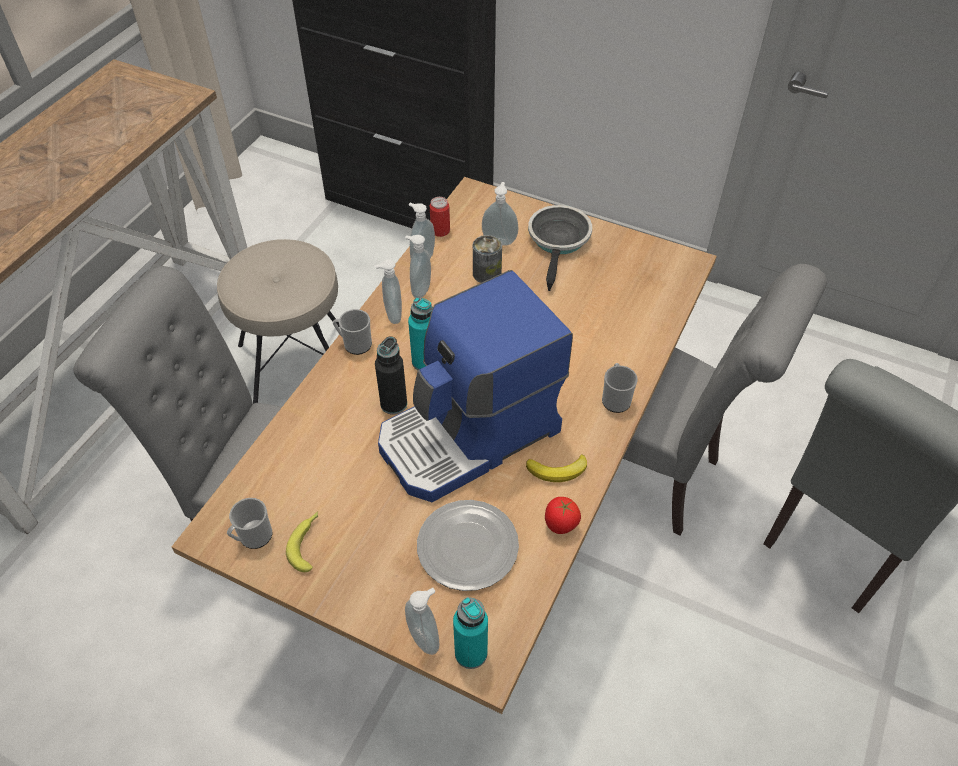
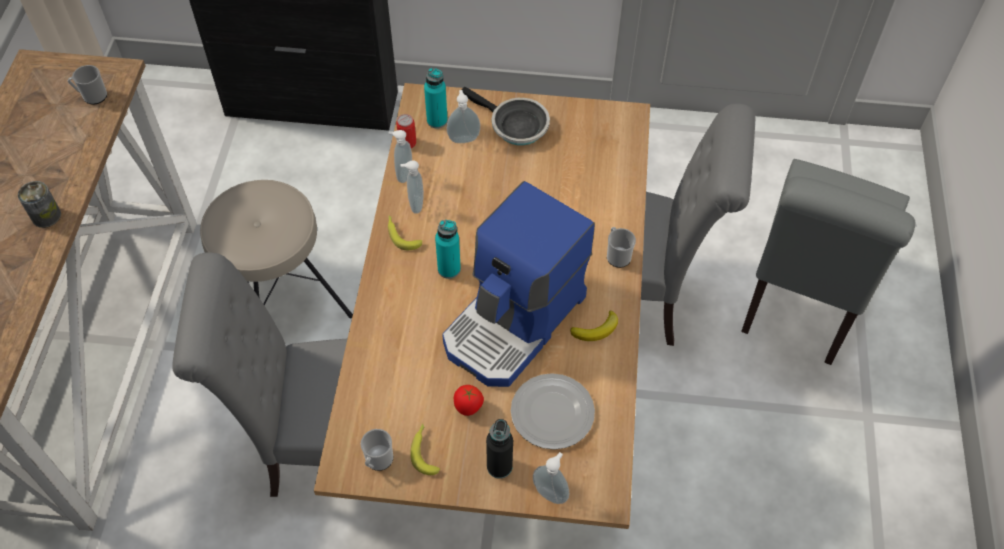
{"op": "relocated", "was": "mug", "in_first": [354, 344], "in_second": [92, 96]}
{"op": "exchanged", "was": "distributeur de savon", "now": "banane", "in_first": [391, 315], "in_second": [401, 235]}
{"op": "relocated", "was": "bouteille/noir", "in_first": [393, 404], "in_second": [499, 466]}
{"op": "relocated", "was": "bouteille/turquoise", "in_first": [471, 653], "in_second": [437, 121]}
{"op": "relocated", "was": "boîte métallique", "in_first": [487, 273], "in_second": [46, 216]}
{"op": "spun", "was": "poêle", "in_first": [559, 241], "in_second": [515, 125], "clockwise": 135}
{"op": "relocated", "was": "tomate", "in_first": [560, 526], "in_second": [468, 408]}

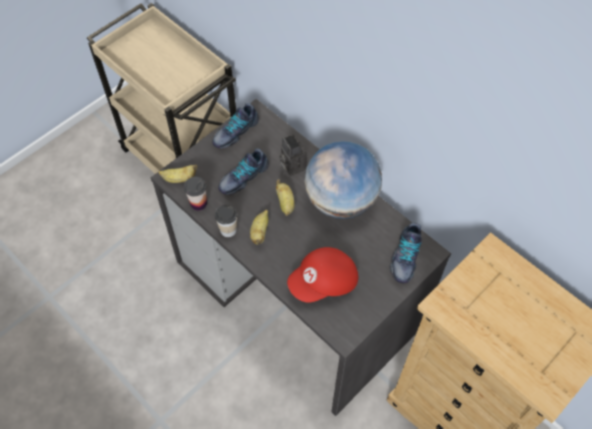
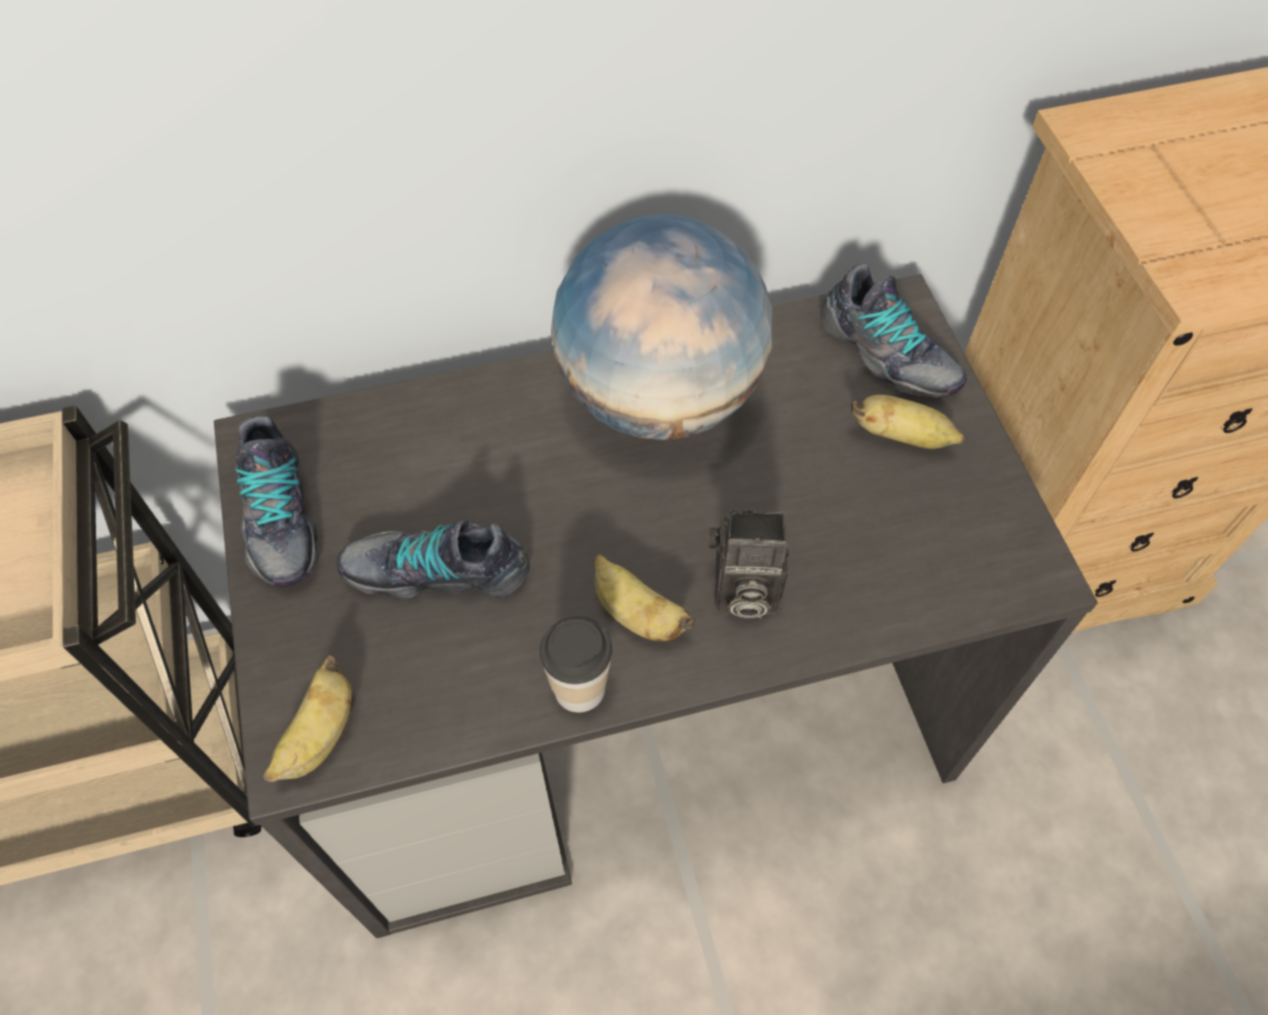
{"op": "missing", "was": "tasse", "in_first": [198, 203]}
{"op": "spun", "was": "chaussure", "in_first": [243, 177], "in_second": [437, 569], "clockwise": 105}
{"op": "relocated", "was": "banane", "in_first": [285, 204], "in_second": [902, 436]}
{"op": "relocated", "was": "appareil photo", "in_first": [291, 165], "in_second": [741, 591]}
{"op": "missing", "was": "casquette/rouge", "in_first": [324, 282]}

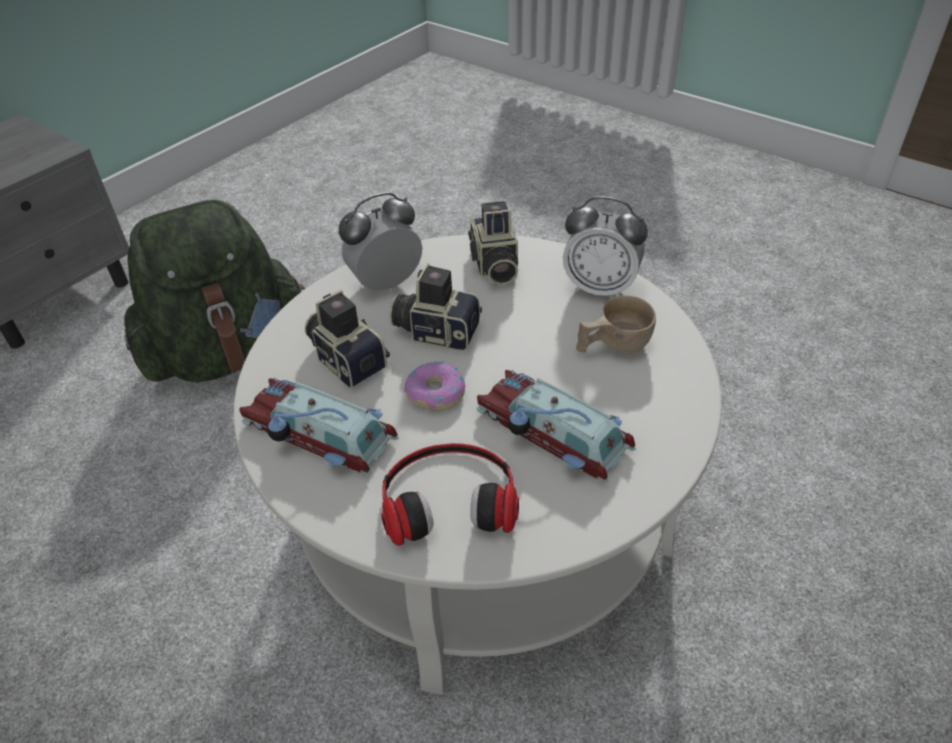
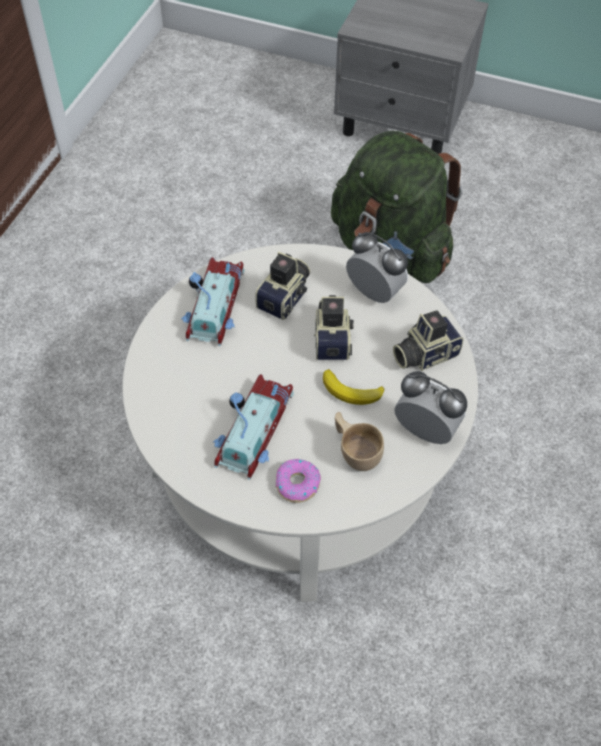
{"op": "missing", "was": "casque audio", "in_first": [448, 497]}
{"op": "relocated", "was": "beignet", "in_first": [435, 393], "in_second": [297, 484]}
{"op": "spun", "was": "réveil", "in_first": [600, 288], "in_second": [425, 431], "clockwise": 120}
{"op": "appeared", "now": "banane", "in_second": [351, 392]}

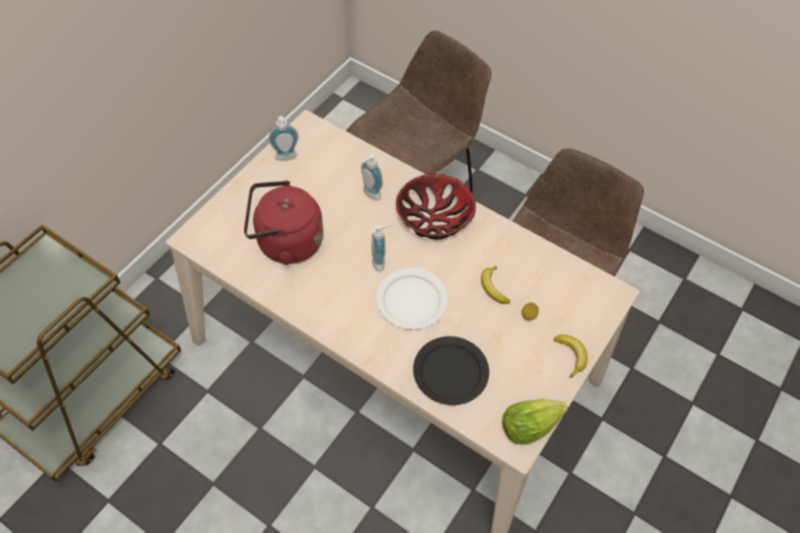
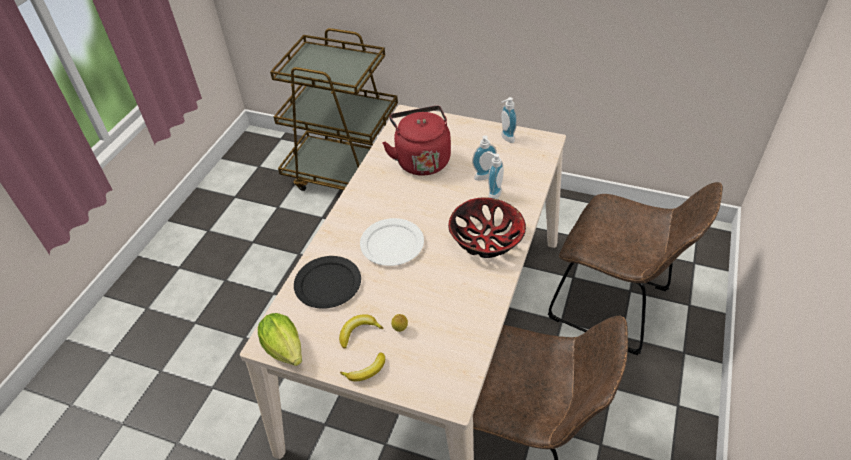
{"op": "relocated", "was": "distributeur de savon", "in_first": [381, 262], "in_second": [485, 178]}
{"op": "relocated", "was": "banane", "in_first": [493, 288], "in_second": [358, 332]}

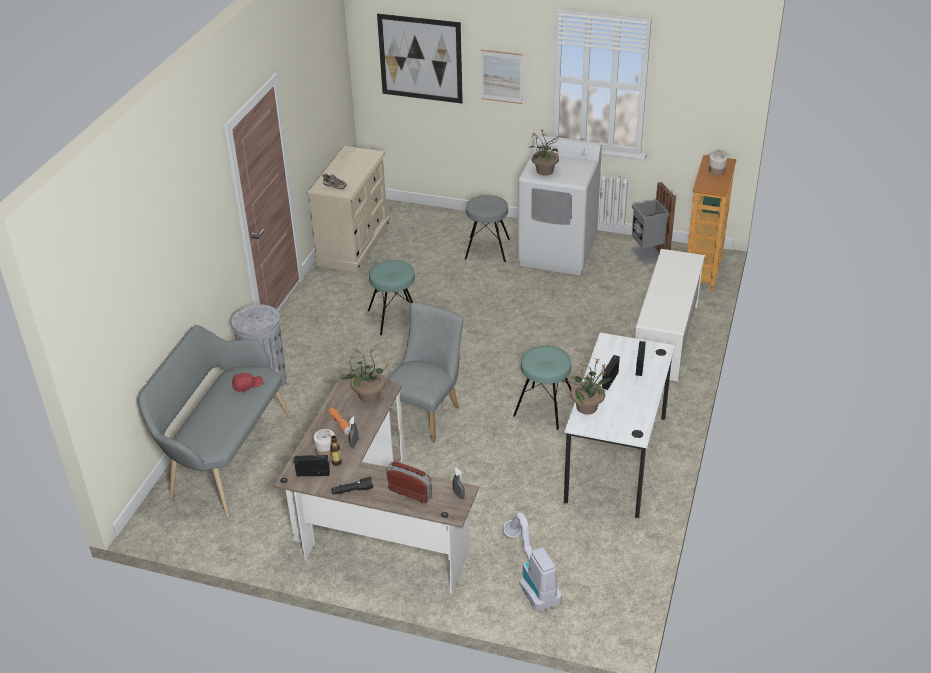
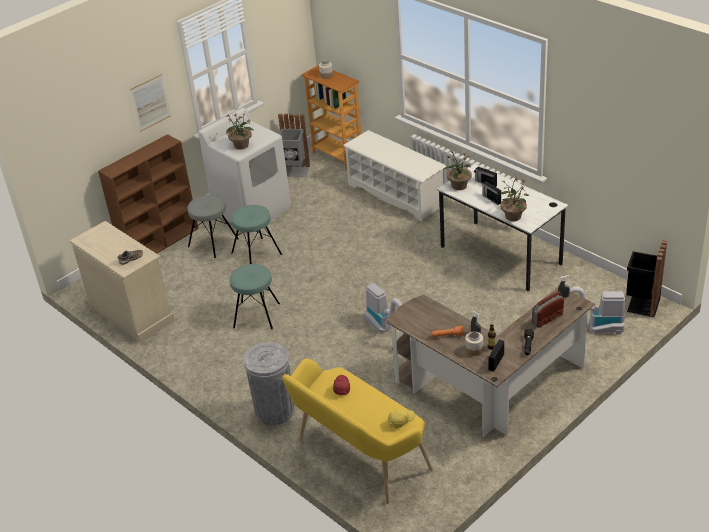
{"op": "colour", "was": "banc/gris", "now": "banc/jaune", "in_first": [225, 457], "in_second": [358, 457]}
{"op": "relocated", "was": "plante en pot", "in_first": [368, 396], "in_second": [459, 186]}
{"op": "missing", "was": "tableau", "in_first": [420, 58]}
{"op": "exchanged", "was": "chaise/gris", "now": "aspirateur", "in_first": [426, 413], "in_second": [388, 329]}
{"op": "relocated", "was": "tabouret/turquoise", "in_first": [544, 408], "in_second": [256, 253]}
{"op": "appeared", "now": "bibliothèque/marron", "in_second": [160, 243]}
{"op": "appeared", "now": "casquette/jaune", "in_second": [400, 420]}
{"op": "appeared", "now": "poubelle/noir", "in_second": [641, 304]}

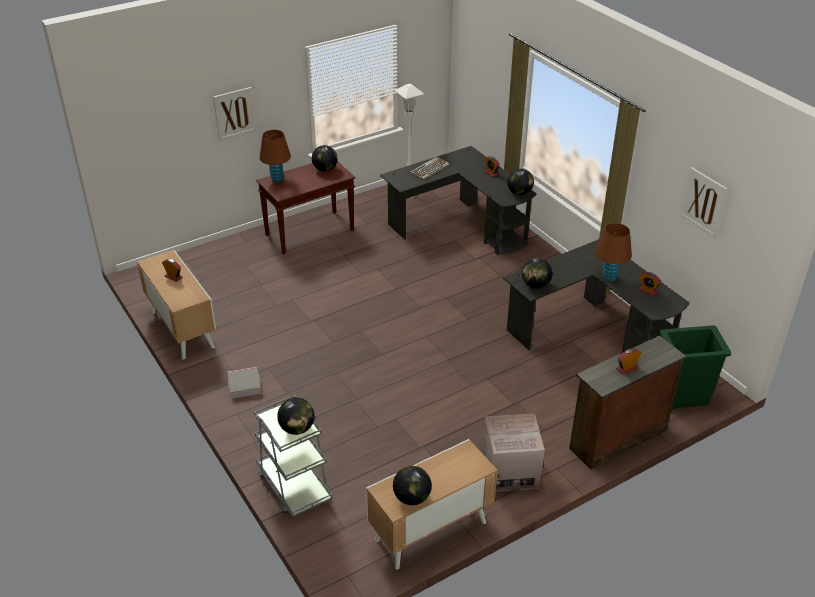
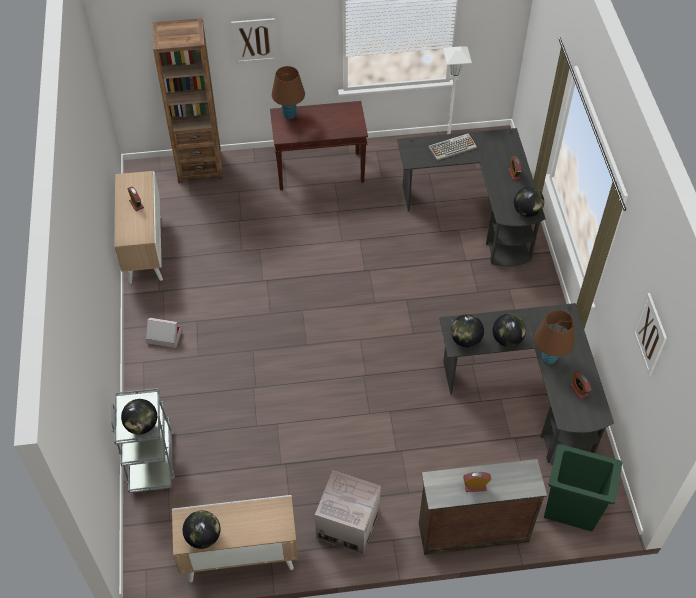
{"op": "relocated", "was": "globe", "in_first": [325, 169], "in_second": [507, 339]}
{"op": "appeared", "now": "bibliothèque/marron", "in_second": [200, 167]}

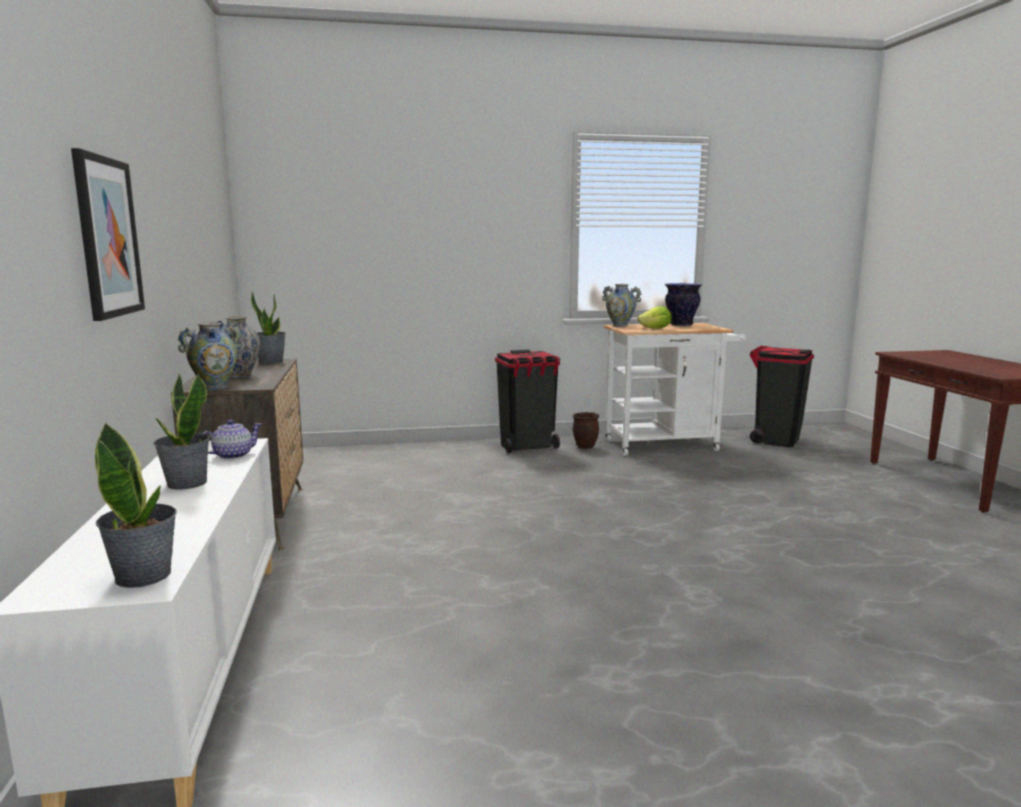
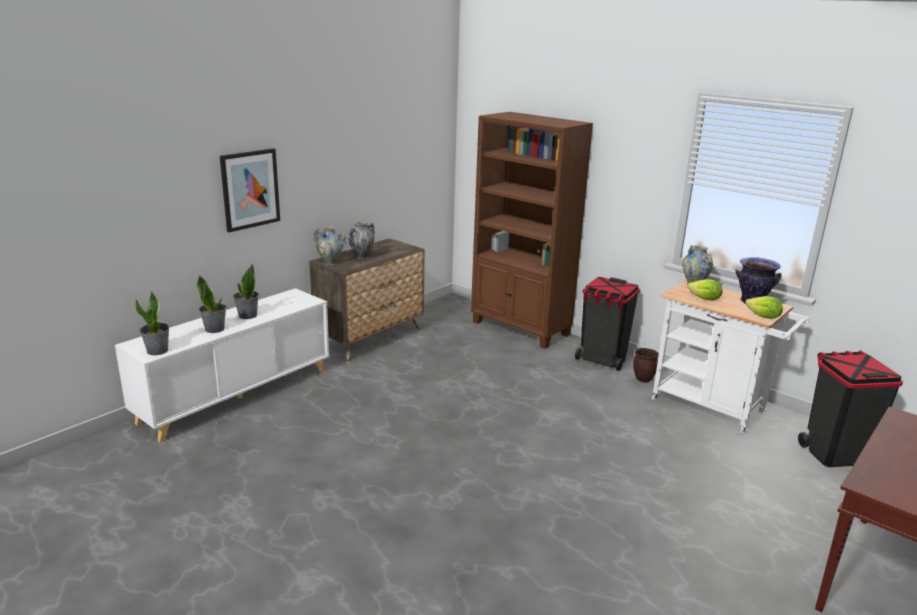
{"op": "missing", "was": "théière", "in_first": [232, 455]}
{"op": "relocated", "was": "plante en pot", "in_first": [271, 362], "in_second": [215, 329]}
{"op": "appeared", "now": "bibliothèque/marron", "in_second": [520, 329]}
{"op": "appeared", "now": "laitue", "in_second": [763, 317]}

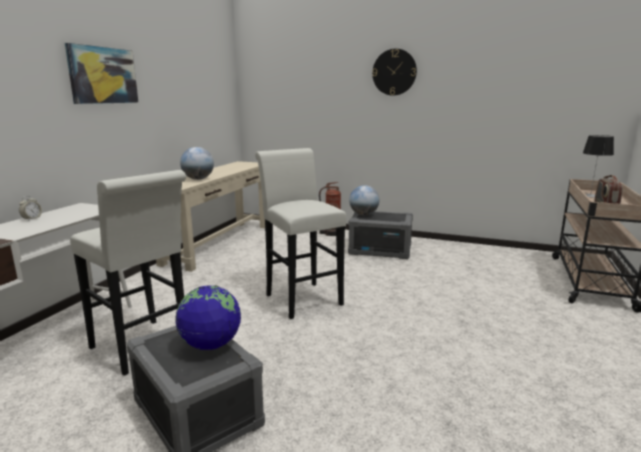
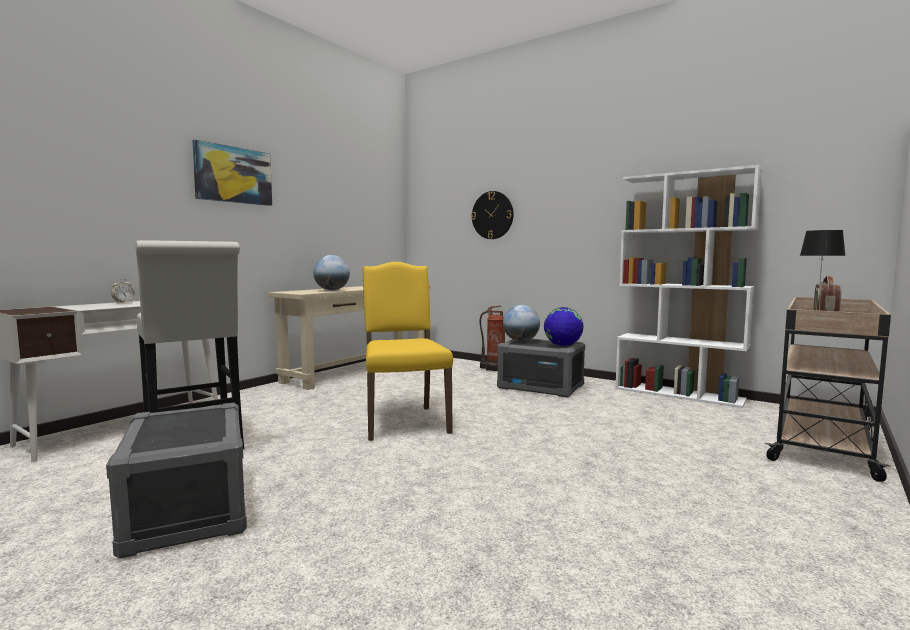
{"op": "relocated", "was": "globe", "in_first": [210, 345], "in_second": [562, 345]}
{"op": "exchanged", "was": "tabouret/blanc", "now": "chaise/jaune", "in_first": [301, 297], "in_second": [403, 421]}
{"op": "relocated", "was": "horloge murale", "in_first": [394, 72], "in_second": [492, 215]}
{"op": "appeared", "now": "bibliothèque/blanc", "in_second": [679, 394]}

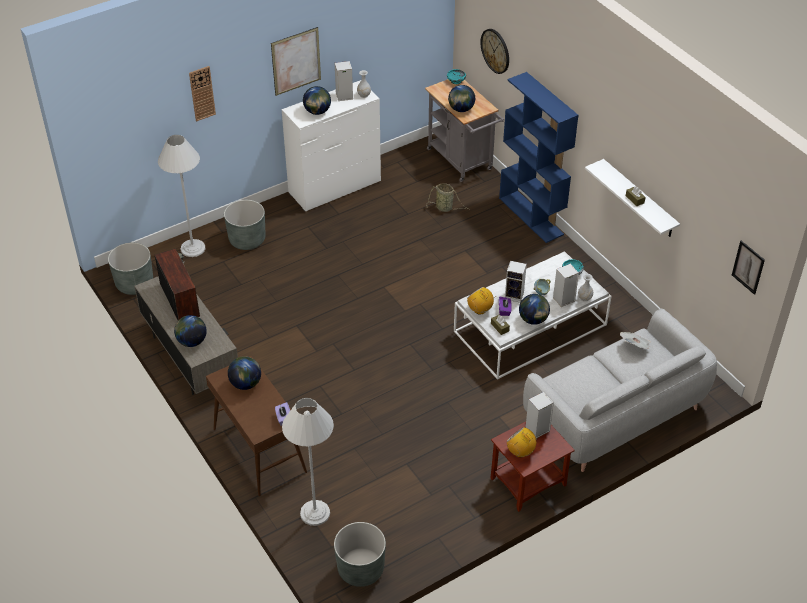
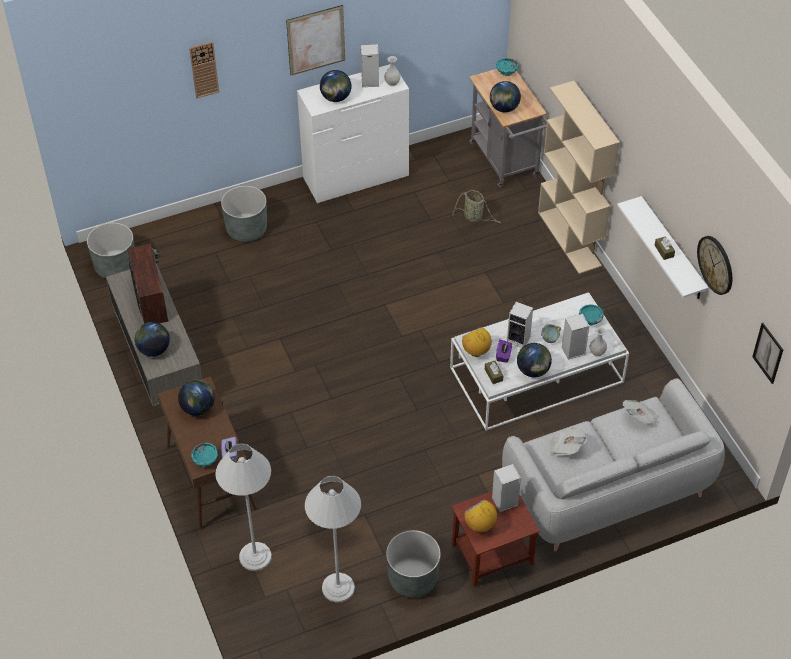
{"op": "relocated", "was": "lampadaire/blanc", "in_first": [192, 248], "in_second": [338, 587]}
{"op": "relocated", "was": "cache-pot/gris", "in_first": [360, 569], "in_second": [413, 578]}
{"op": "relocated", "was": "horloge murale", "in_first": [495, 51], "in_second": [716, 264]}
{"op": "colour", "was": "bibliothèque/bleu", "now": "bibliothèque/beige", "in_first": [531, 216], "in_second": [570, 239]}
{"op": "appeared", "now": "bol/turquoise", "in_second": [205, 460]}
{"op": "appeared", "now": "journal", "in_second": [565, 447]}

